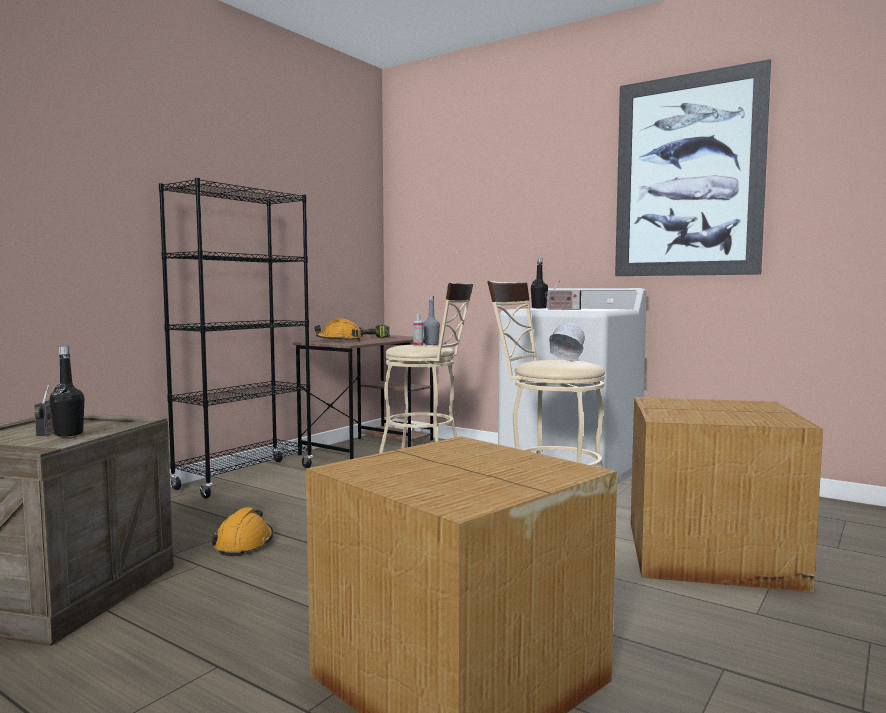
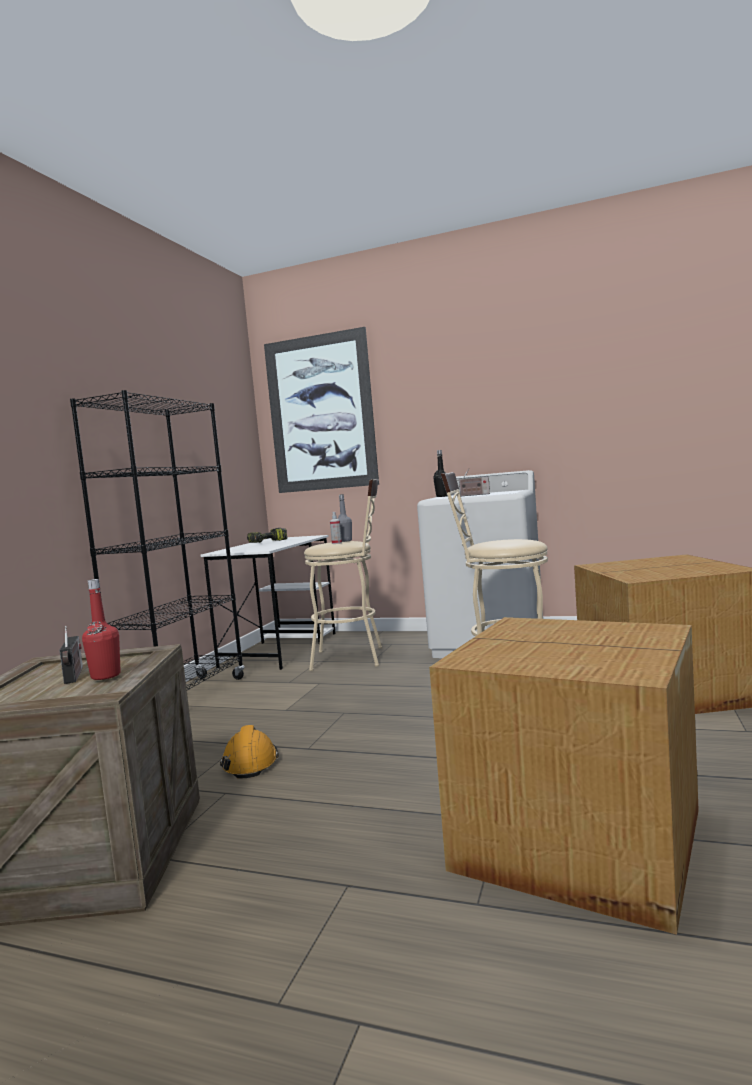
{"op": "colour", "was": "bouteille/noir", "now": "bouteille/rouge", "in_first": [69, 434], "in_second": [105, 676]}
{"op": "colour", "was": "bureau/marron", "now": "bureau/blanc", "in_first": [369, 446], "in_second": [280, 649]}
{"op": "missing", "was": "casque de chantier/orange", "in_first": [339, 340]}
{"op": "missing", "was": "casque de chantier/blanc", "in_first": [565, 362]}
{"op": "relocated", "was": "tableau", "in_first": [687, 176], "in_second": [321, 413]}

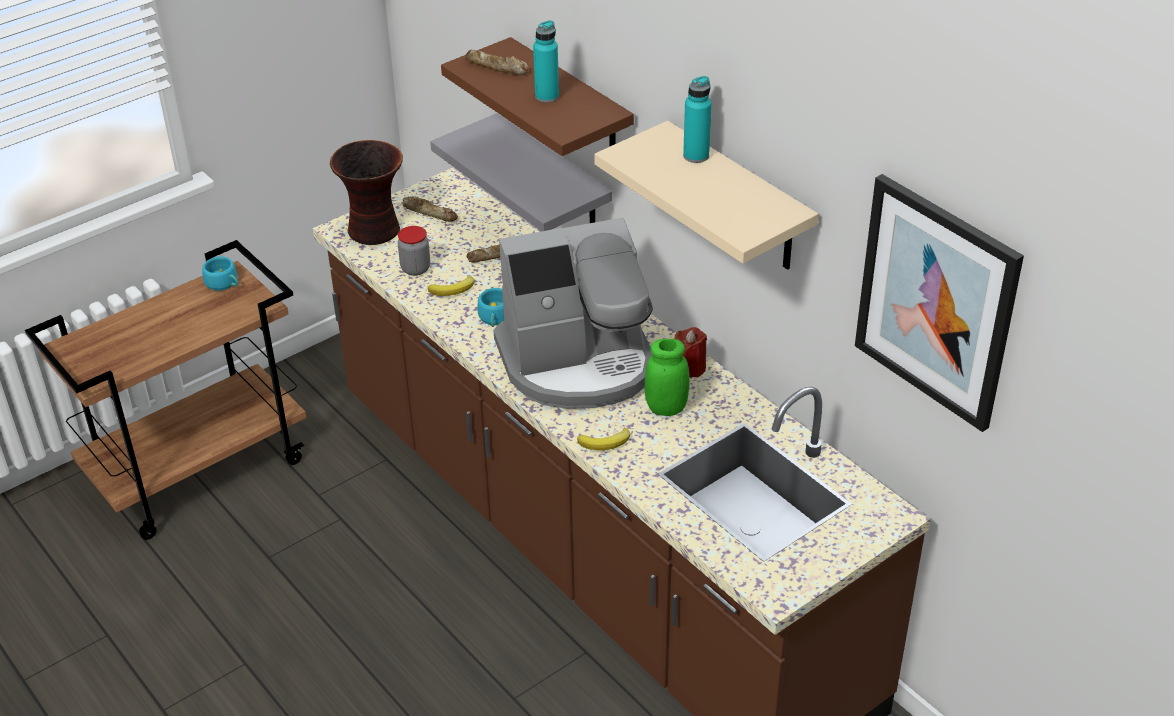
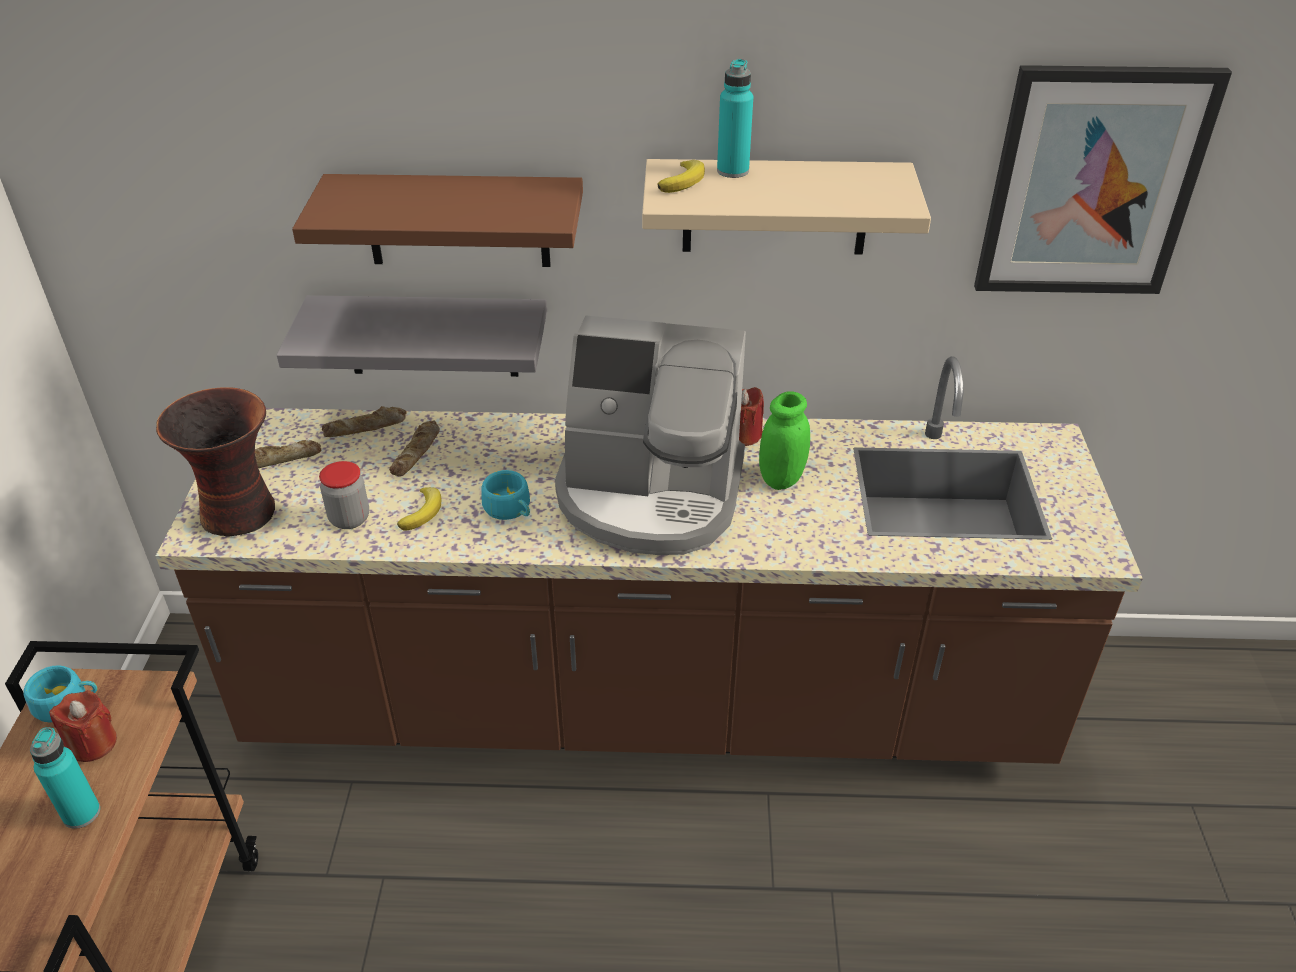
{"op": "relocated", "was": "pain", "in_first": [497, 67], "in_second": [366, 428]}
{"op": "spun", "was": "machine à café", "in_first": [578, 363], "in_second": [650, 495], "clockwise": 75}
{"op": "relocated", "was": "bouteille/turquoise", "in_first": [547, 96], "in_second": [81, 813]}
{"op": "relocated", "was": "banane", "in_first": [606, 442], "in_second": [684, 181]}
{"op": "appeared", "now": "bougie/rouge", "in_second": [93, 743]}

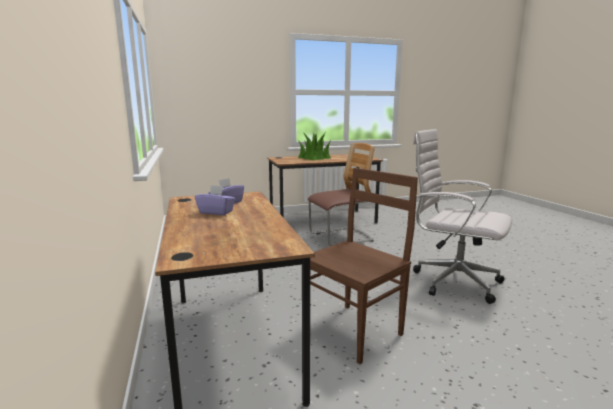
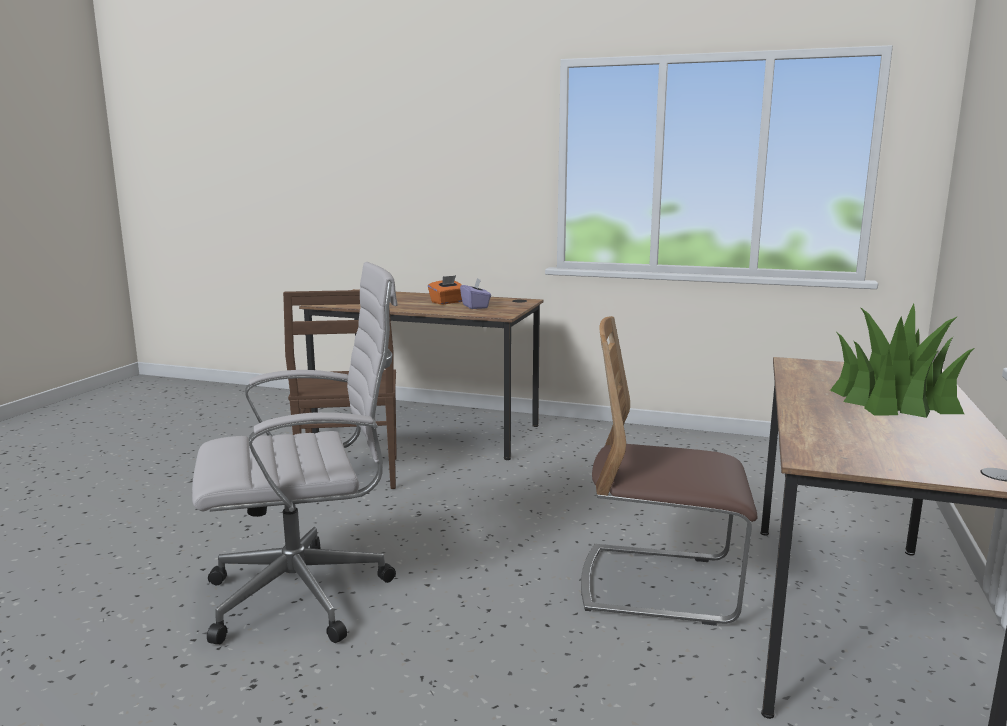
{"op": "colour", "was": "boîte à mouchoirs/violet", "now": "boîte à mouchoirs/orange", "in_first": [216, 212], "in_second": [448, 302]}
{"op": "spun", "was": "chaise", "in_first": [340, 238], "in_second": [660, 585], "clockwise": 90}

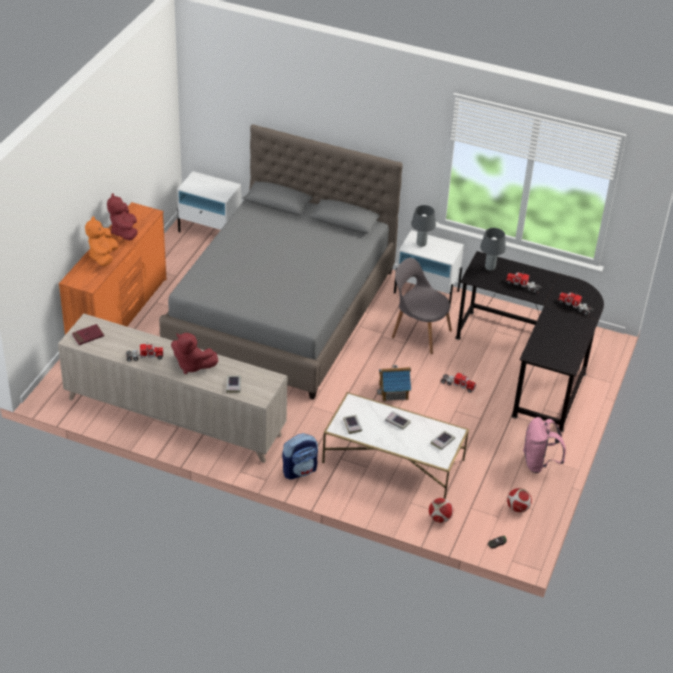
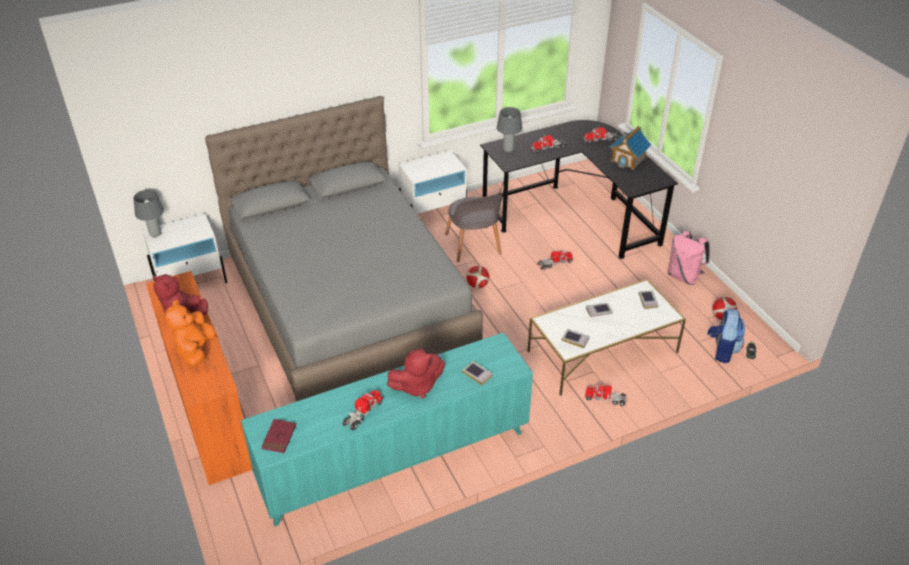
{"op": "colour", "was": "meuble de rangement/beige", "now": "meuble de rangement/turquoise", "in_first": [174, 417], "in_second": [395, 459]}
{"op": "spun", "was": "peluche/orange", "in_first": [103, 257], "in_second": [195, 350], "clockwise": 45}
{"op": "relocated", "was": "sac à dos", "in_first": [300, 470], "in_second": [722, 350]}
{"op": "relocated", "was": "maison miniature", "in_first": [394, 391], "in_second": [628, 159]}
{"op": "spun", "was": "chaise/gris", "in_first": [419, 332], "in_second": [473, 246], "clockwise": -90}
{"op": "relocated", "was": "lampe de table/gris", "in_first": [421, 244], "in_second": [155, 234]}
{"op": "relocated", "was": "ballon de foot", "in_first": [440, 518], "in_second": [477, 285]}
{"op": "appeared", "now": "camion jouet", "in_second": [605, 398]}

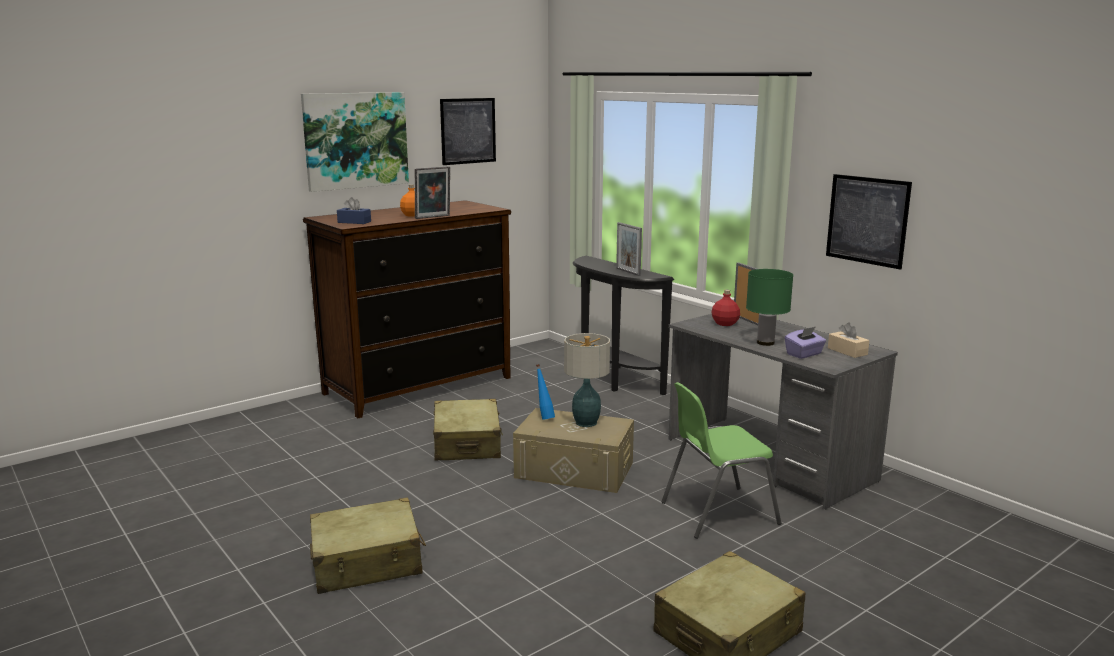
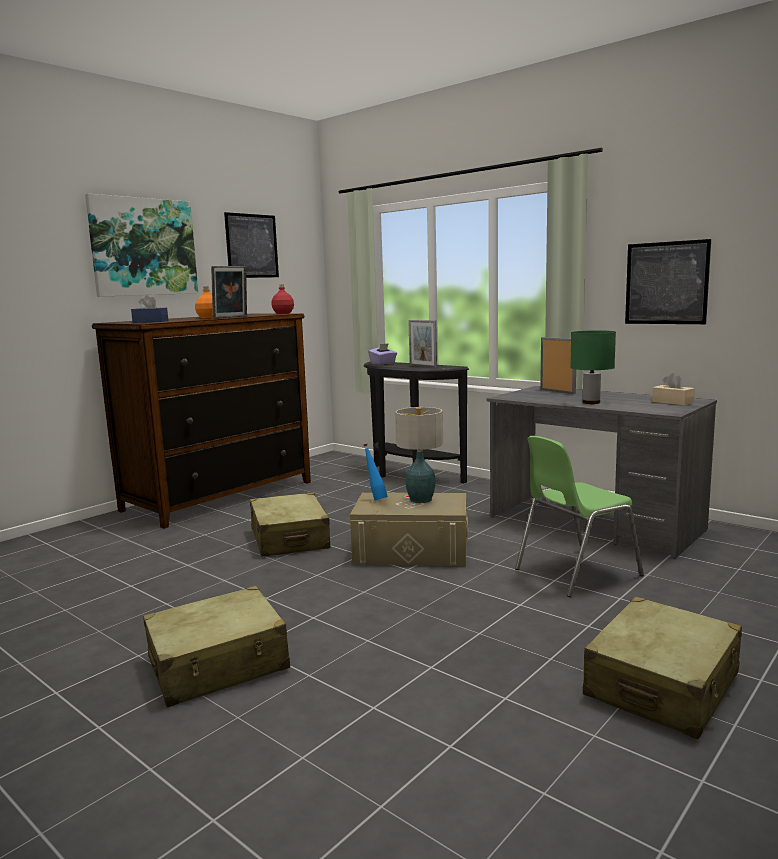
{"op": "relocated", "was": "bouteille/rouge", "in_first": [725, 324], "in_second": [283, 313]}
{"op": "relocated", "was": "boîte à mouchoirs/violet", "in_first": [804, 354], "in_second": [383, 363]}

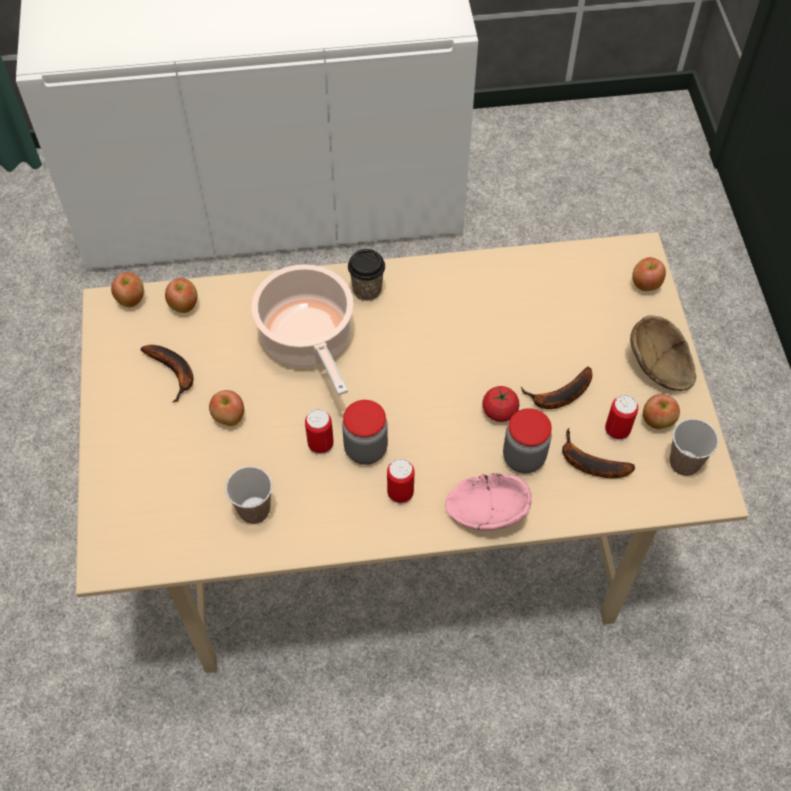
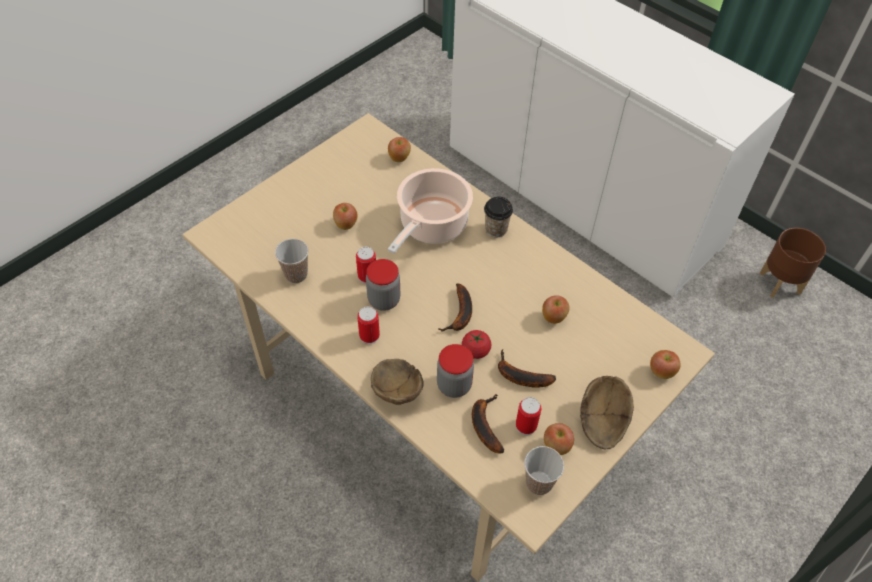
{"op": "relocated", "was": "pomme", "in_first": [131, 299], "in_second": [554, 317]}
{"op": "relocated", "was": "banane", "in_first": [174, 372], "in_second": [460, 314]}
{"op": "colour", "was": "bol/rose", "now": "bol/marron", "in_first": [485, 510], "in_second": [396, 388]}
{"op": "appeared", "now": "cache-pot/marron", "in_second": [780, 283]}

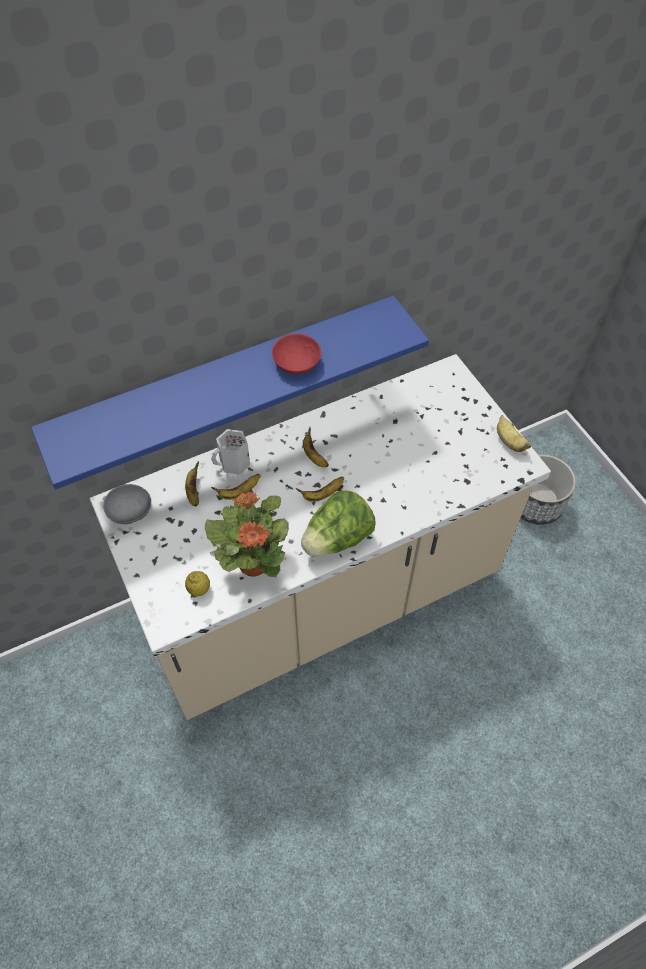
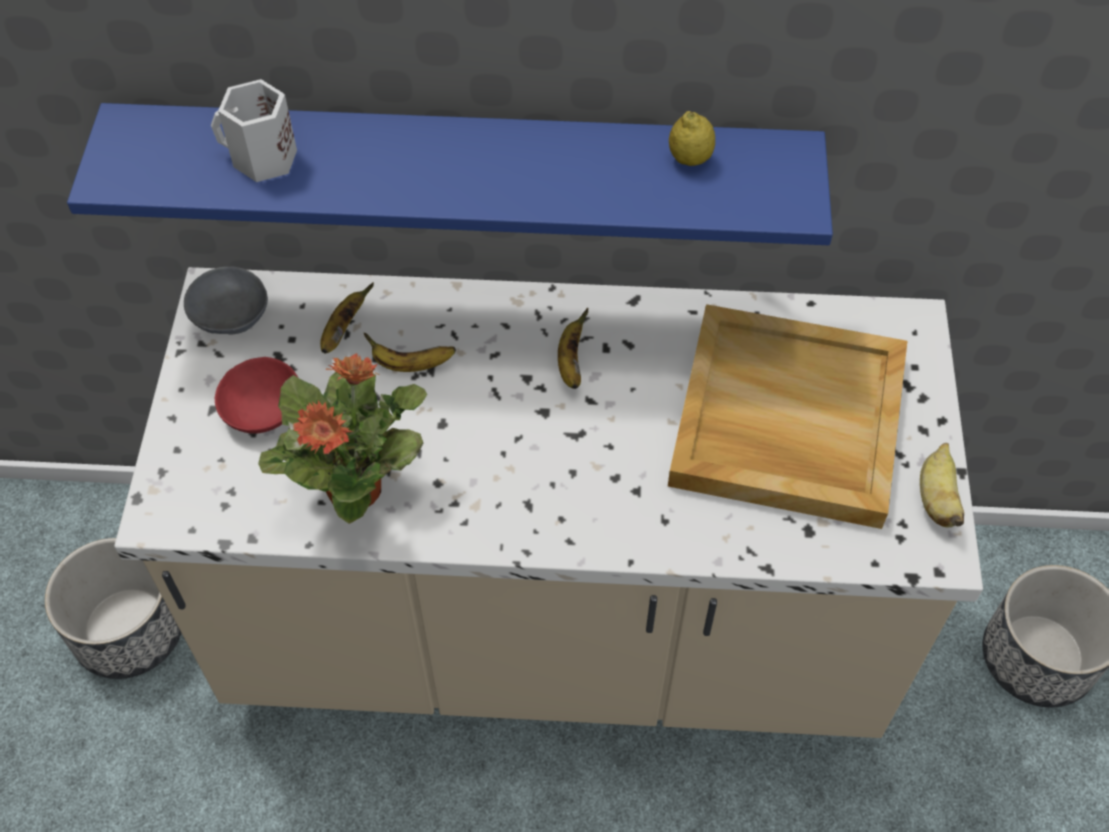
{"op": "relocated", "was": "citron", "in_first": [199, 589], "in_second": [690, 159]}
{"op": "relocated", "was": "mug/blanc", "in_first": [234, 463], "in_second": [261, 159]}
{"op": "relocated", "was": "bol/rouge", "in_first": [295, 362], "in_second": [260, 407]}
{"op": "missing", "was": "banane", "in_first": [322, 494]}
{"op": "missing", "was": "laitue", "in_first": [337, 539]}
{"op": "appeared", "now": "cache-pot", "in_second": [129, 630]}
{"op": "appeared", "now": "plateau/beige", "in_second": [785, 421]}

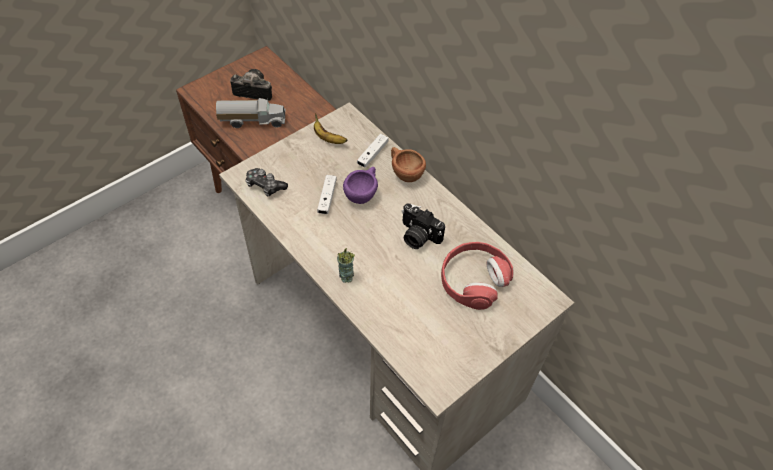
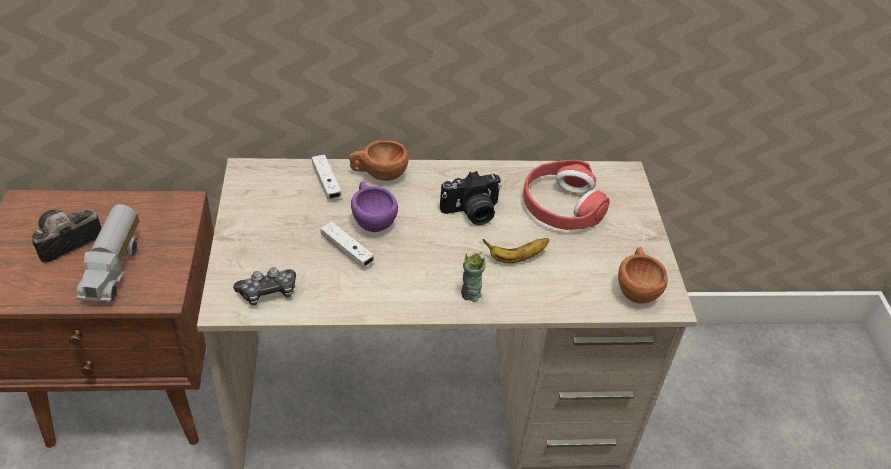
{"op": "spun", "was": "camion jouet", "in_first": [253, 120], "in_second": [114, 268], "clockwise": 150}
{"op": "relocated", "was": "banane", "in_first": [328, 138], "in_second": [516, 258]}
{"op": "appeared", "now": "tasse/marron", "in_second": [636, 288]}

